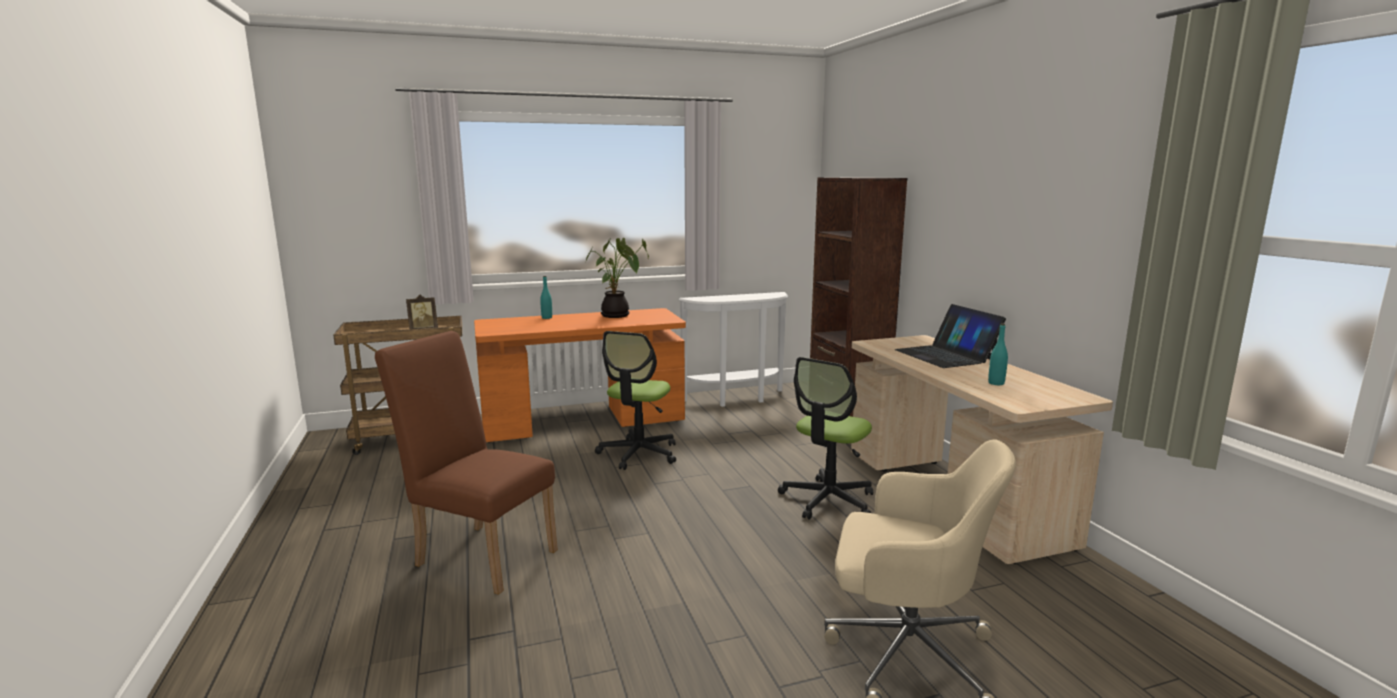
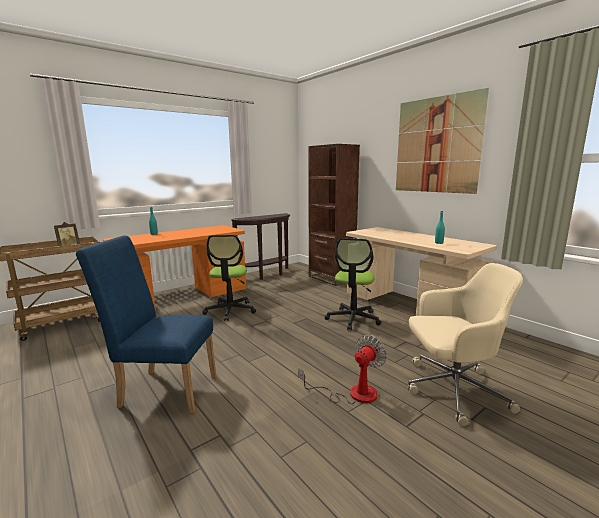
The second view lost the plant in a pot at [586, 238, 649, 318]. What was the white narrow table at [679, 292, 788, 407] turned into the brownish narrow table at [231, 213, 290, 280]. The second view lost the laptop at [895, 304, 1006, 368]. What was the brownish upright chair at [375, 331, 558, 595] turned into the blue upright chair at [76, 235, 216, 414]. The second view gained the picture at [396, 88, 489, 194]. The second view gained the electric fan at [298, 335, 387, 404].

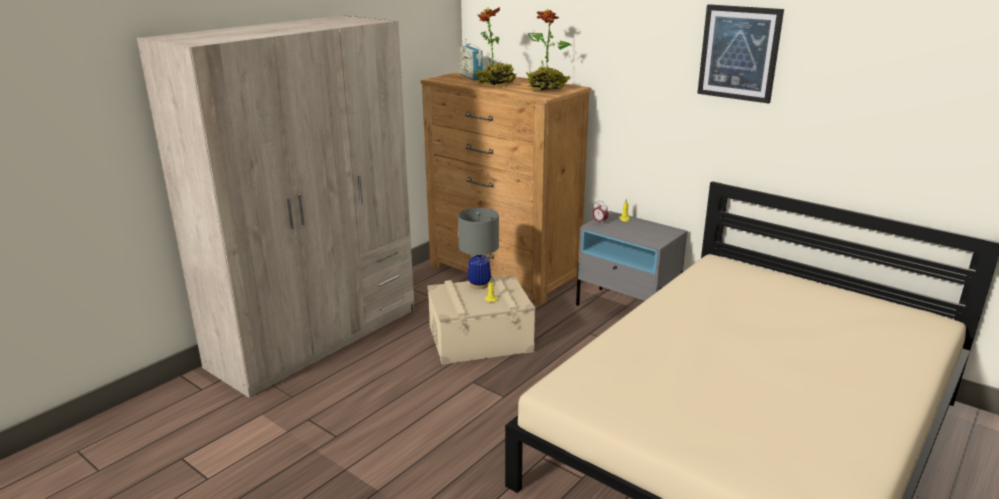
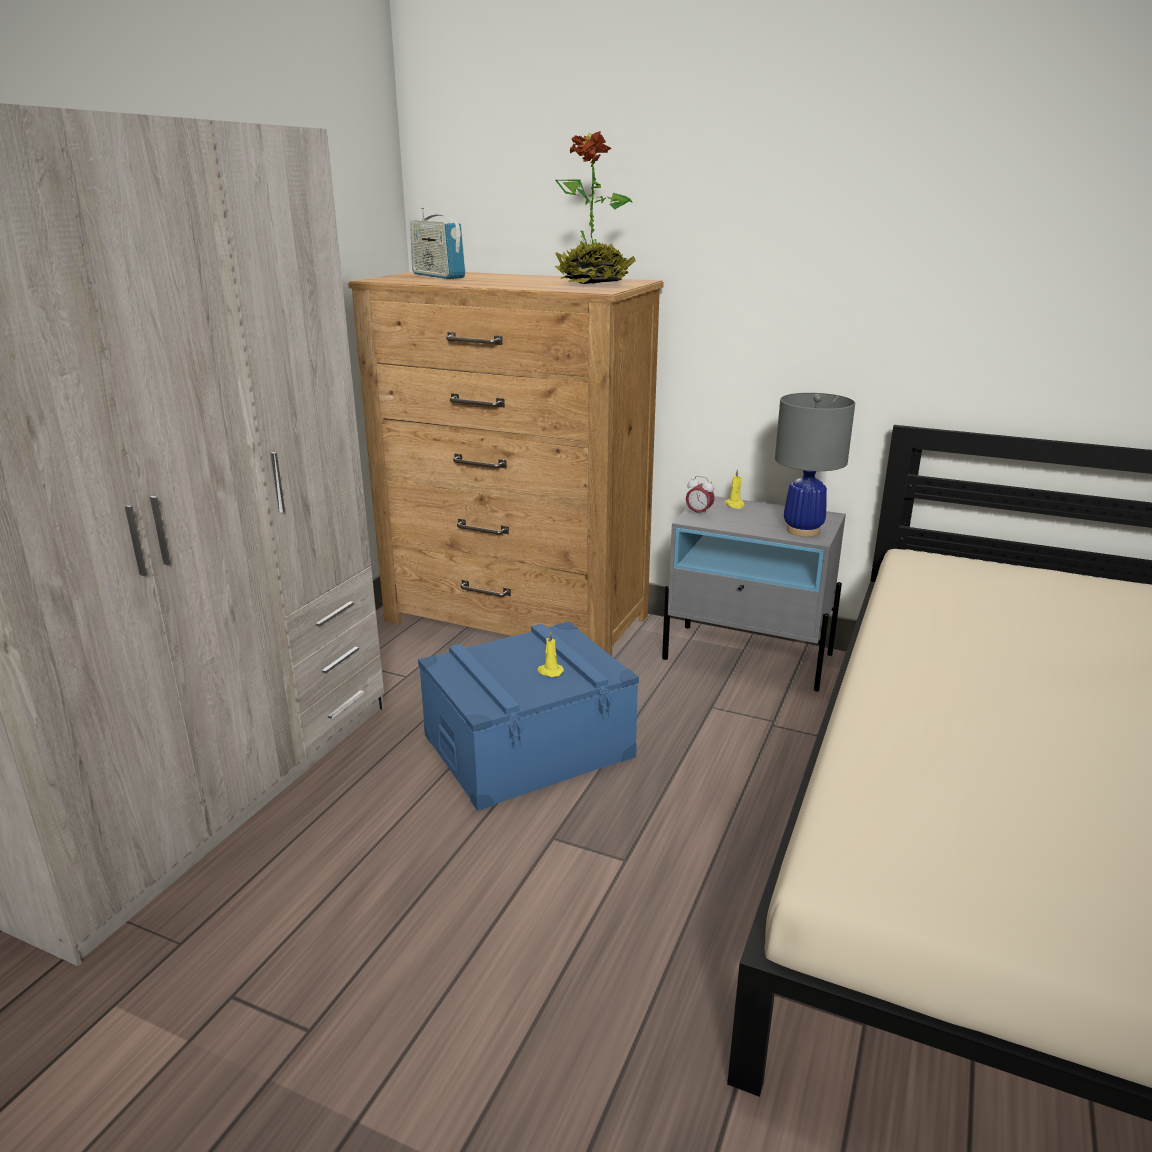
The second view lost the picture at [697, 4, 784, 103]. The second view lost the plant in a pot at [476, 7, 517, 86]. The gray tabletop lamp ended up elsewhere, having gone from [458, 208, 499, 289] to [775, 393, 855, 537]. What was the sand-coloured storage box at [427, 275, 535, 365] turned into the blue storage box at [418, 621, 639, 811].

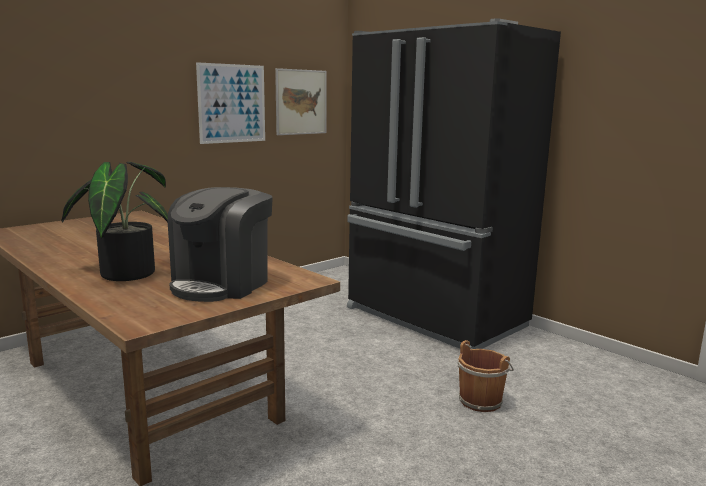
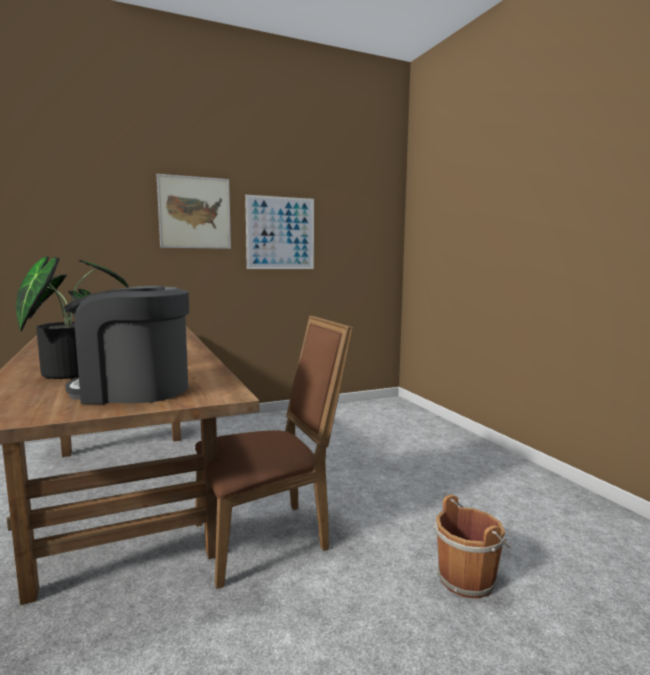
The second view lost the black-coloured fridge at [347, 19, 561, 349]. The picture ended up elsewhere, having gone from [275, 68, 327, 135] to [157, 174, 231, 249]. The coffee maker at [168, 187, 273, 302] ended up facing another way, 45 degrees clockwise from before. The second view gained the brownish upright chair at [195, 316, 353, 589].

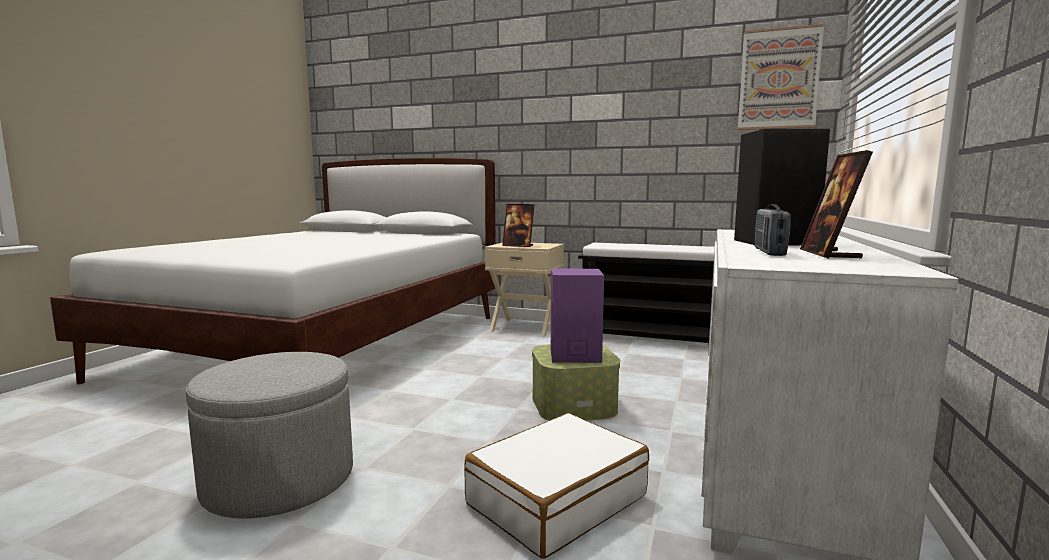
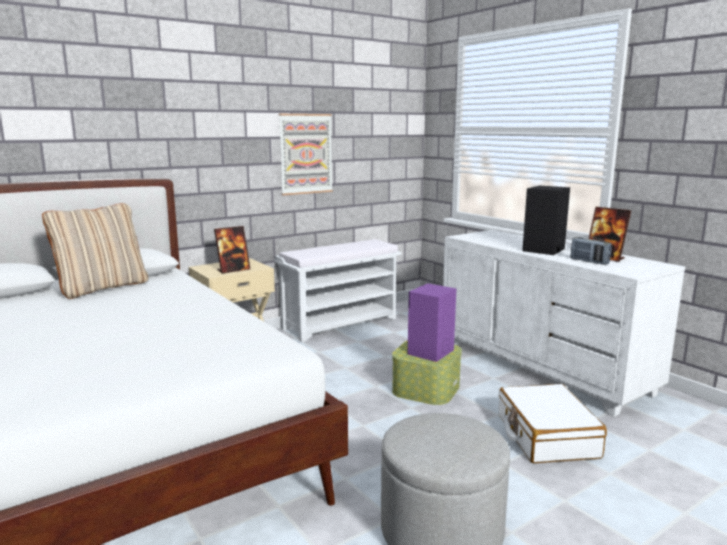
The picture ended up elsewhere, having gone from [738, 24, 824, 130] to [279, 114, 333, 195]. What was the black-coloured bench at [578, 243, 715, 346] turned into the white bench at [274, 239, 402, 342]. The second view gained the sand-coloured pillow at [42, 203, 149, 299].

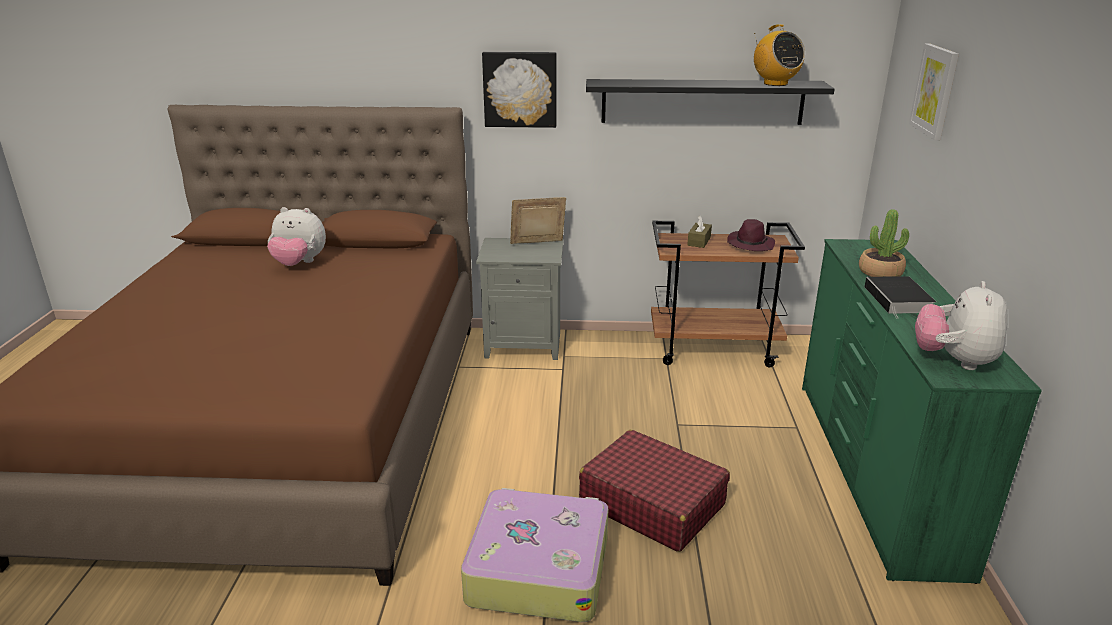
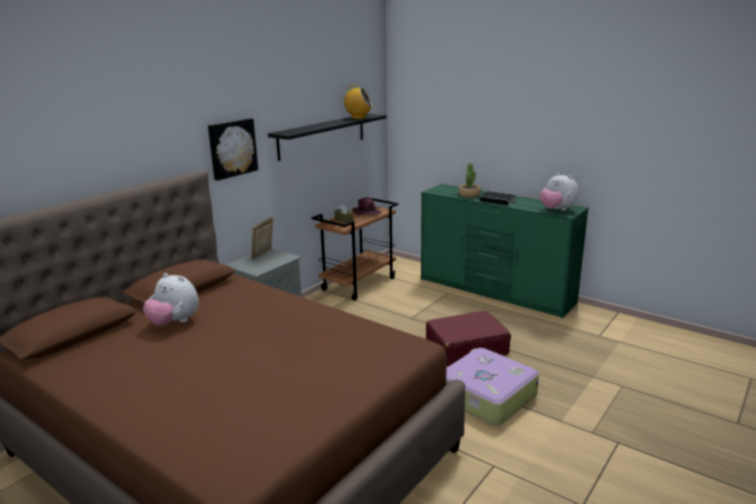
The second view lost the picture at [909, 44, 959, 140]. The plush toy at [267, 207, 326, 266] ended up facing another way, 75 degrees clockwise from before.

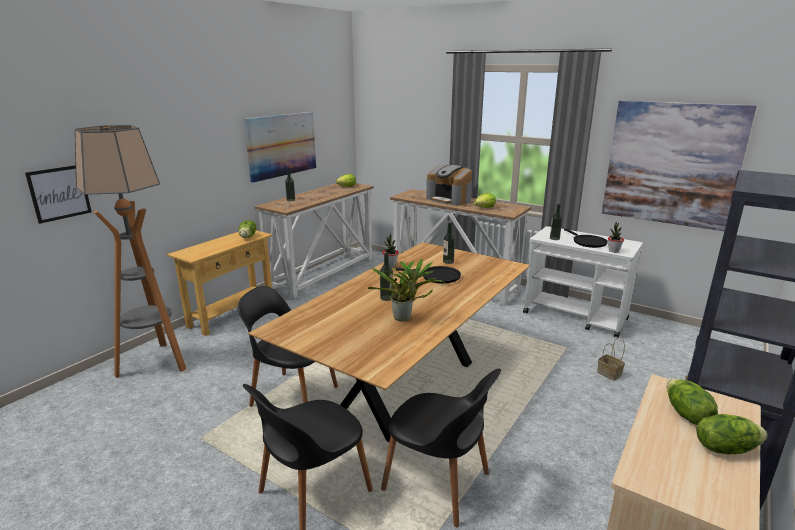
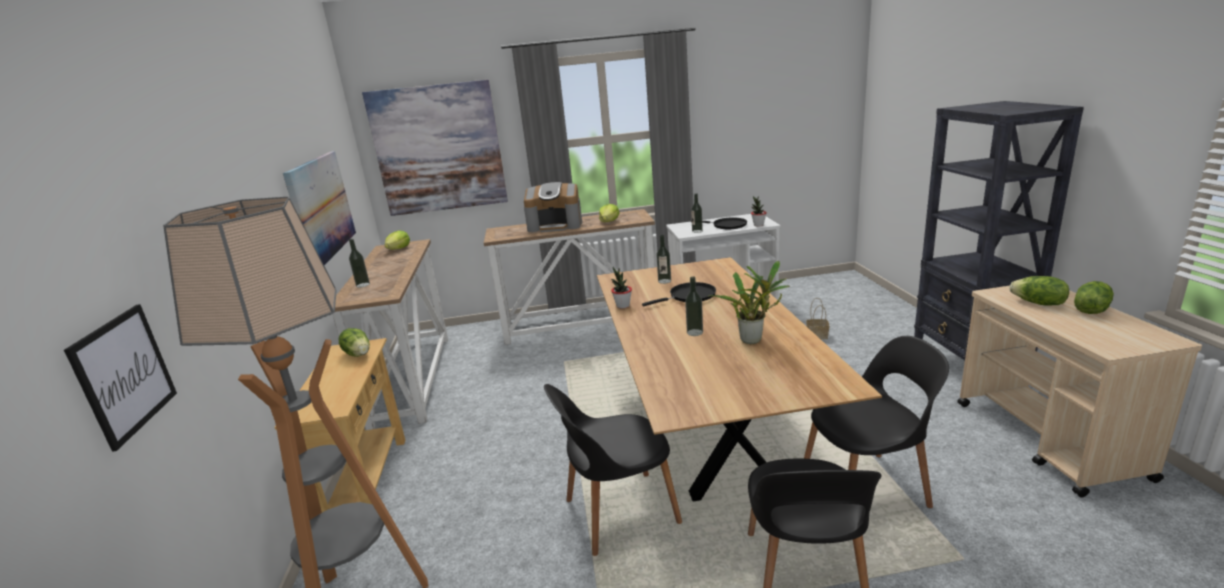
The picture ended up elsewhere, having gone from [602, 101, 757, 231] to [362, 80, 508, 216].

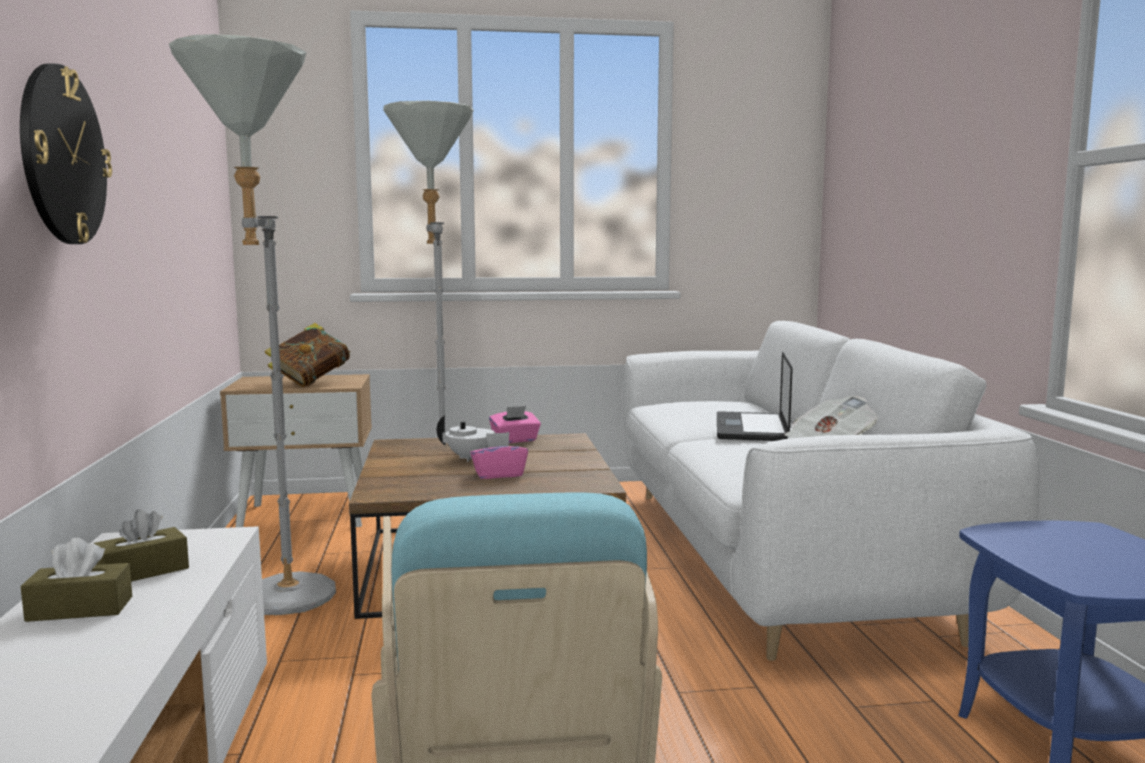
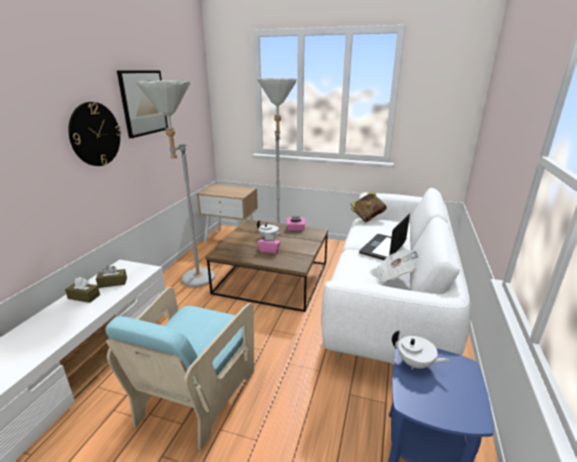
The book ended up elsewhere, having gone from [265, 323, 350, 387] to [351, 191, 387, 222]. The second view gained the picture at [117, 70, 168, 138]. The second view gained the white pot for tea at [392, 330, 449, 370].

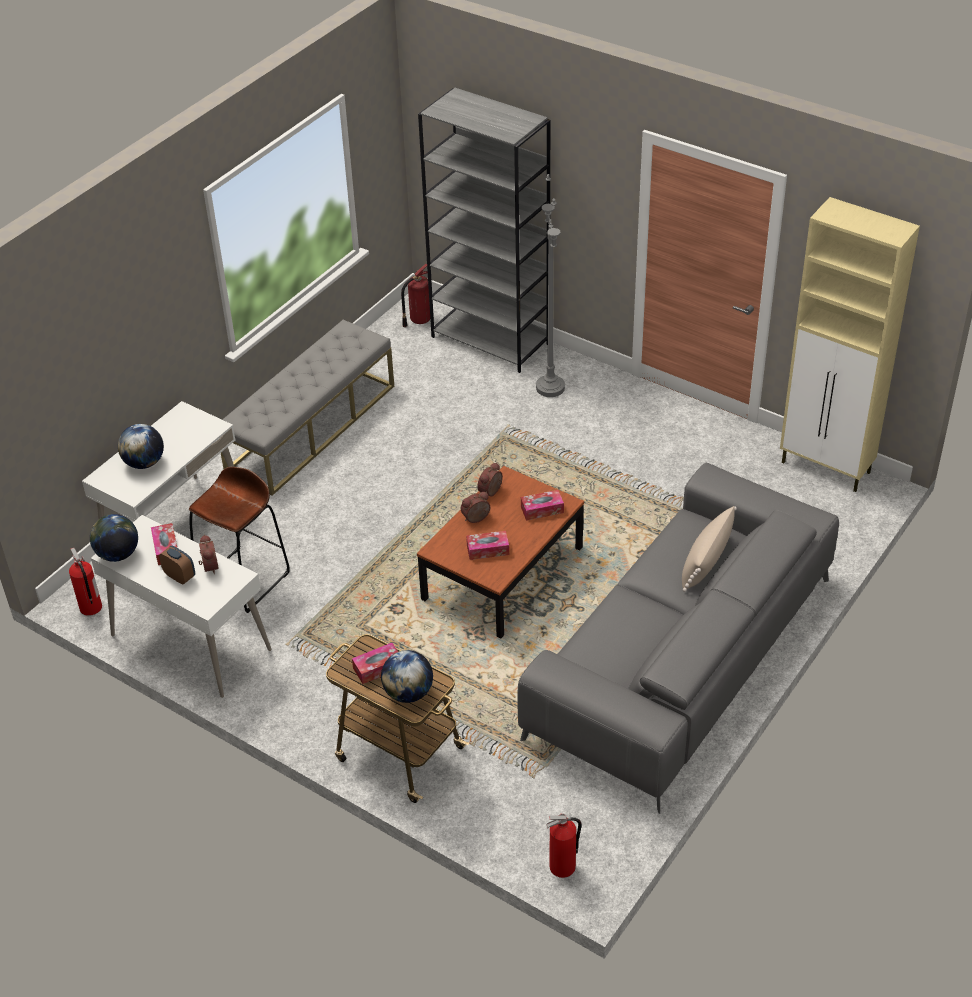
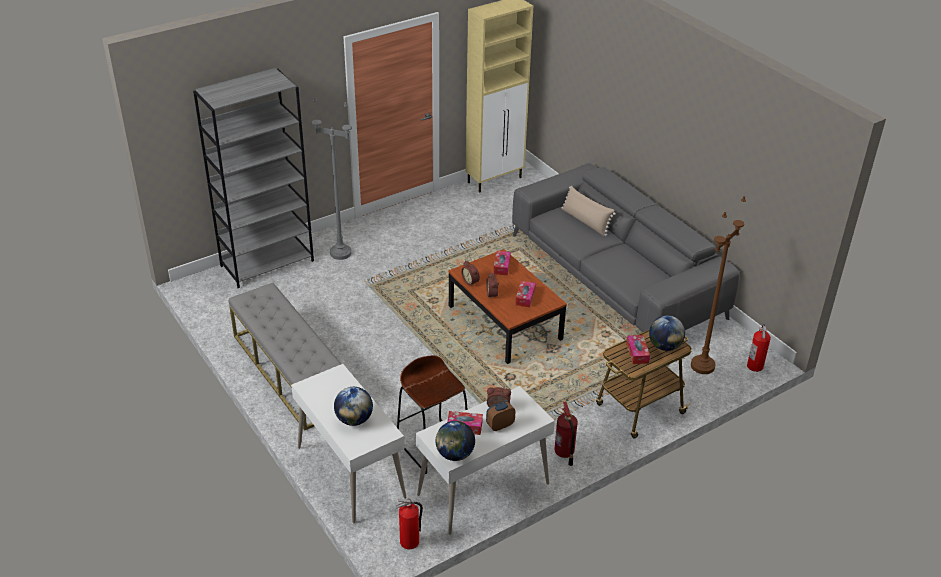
The fire extinguisher ended up elsewhere, having gone from [401, 264, 430, 327] to [555, 402, 578, 466]. The second view gained the brownish standing lamp at [691, 196, 746, 374].

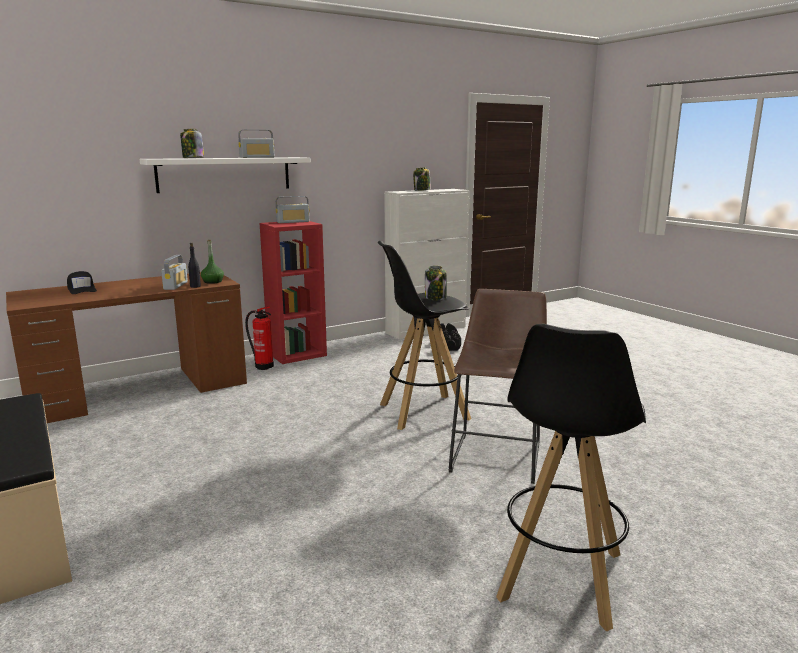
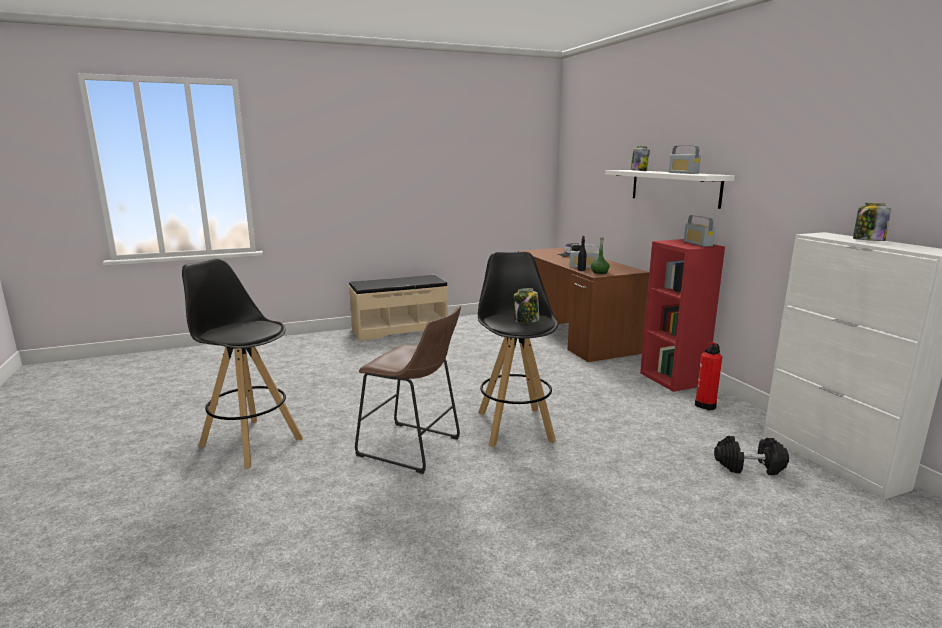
The fire extinguisher ended up elsewhere, having gone from [245, 306, 274, 370] to [695, 342, 722, 410].

